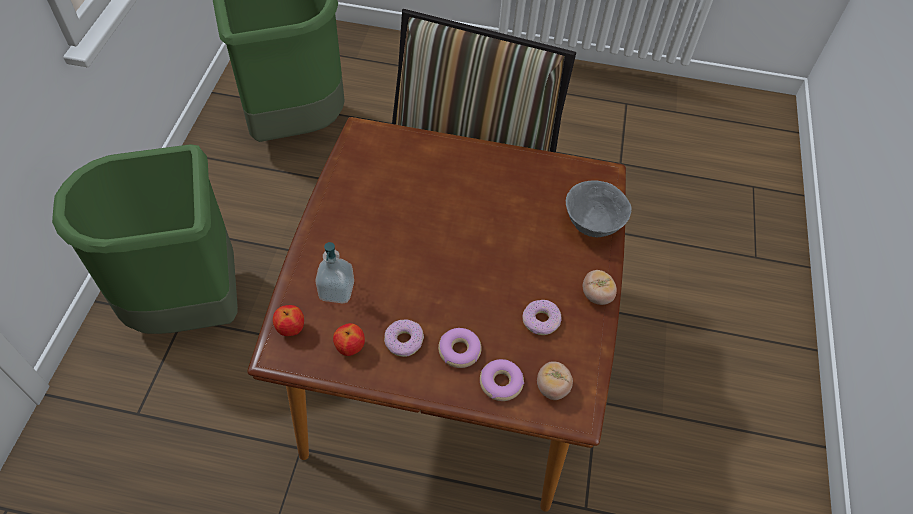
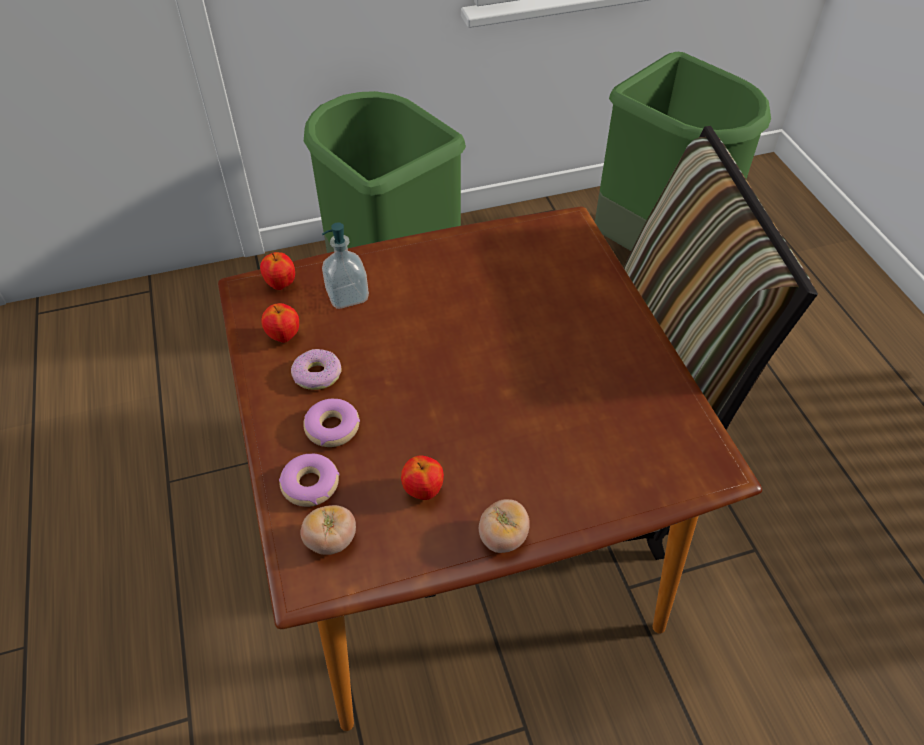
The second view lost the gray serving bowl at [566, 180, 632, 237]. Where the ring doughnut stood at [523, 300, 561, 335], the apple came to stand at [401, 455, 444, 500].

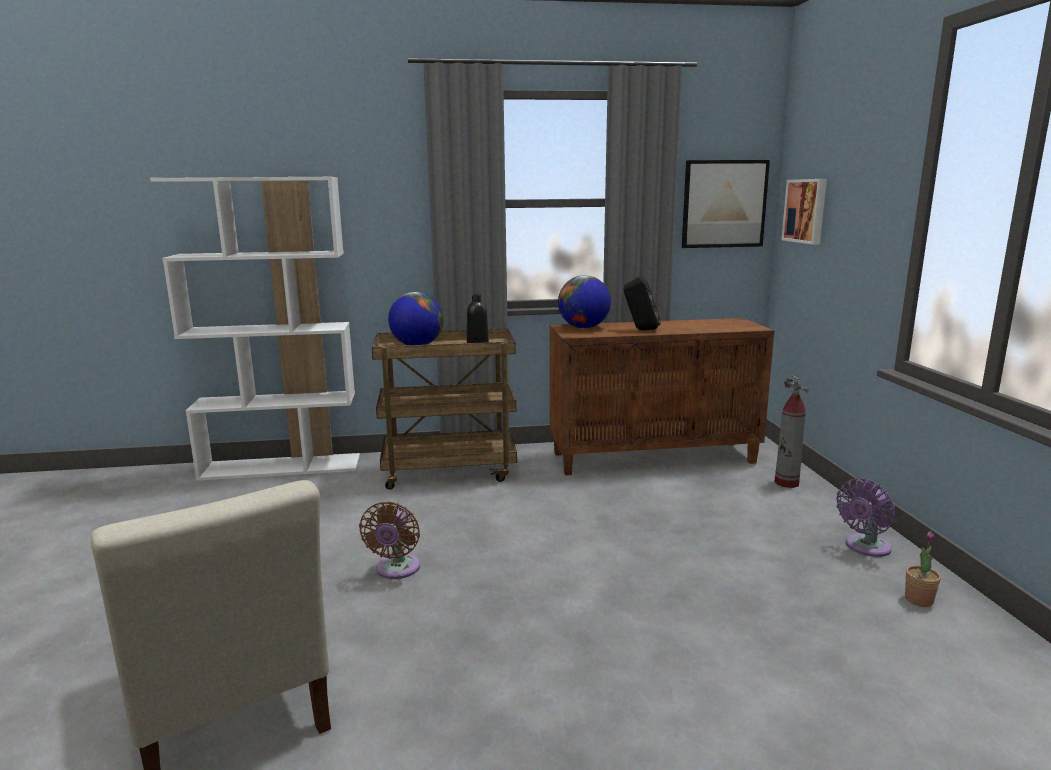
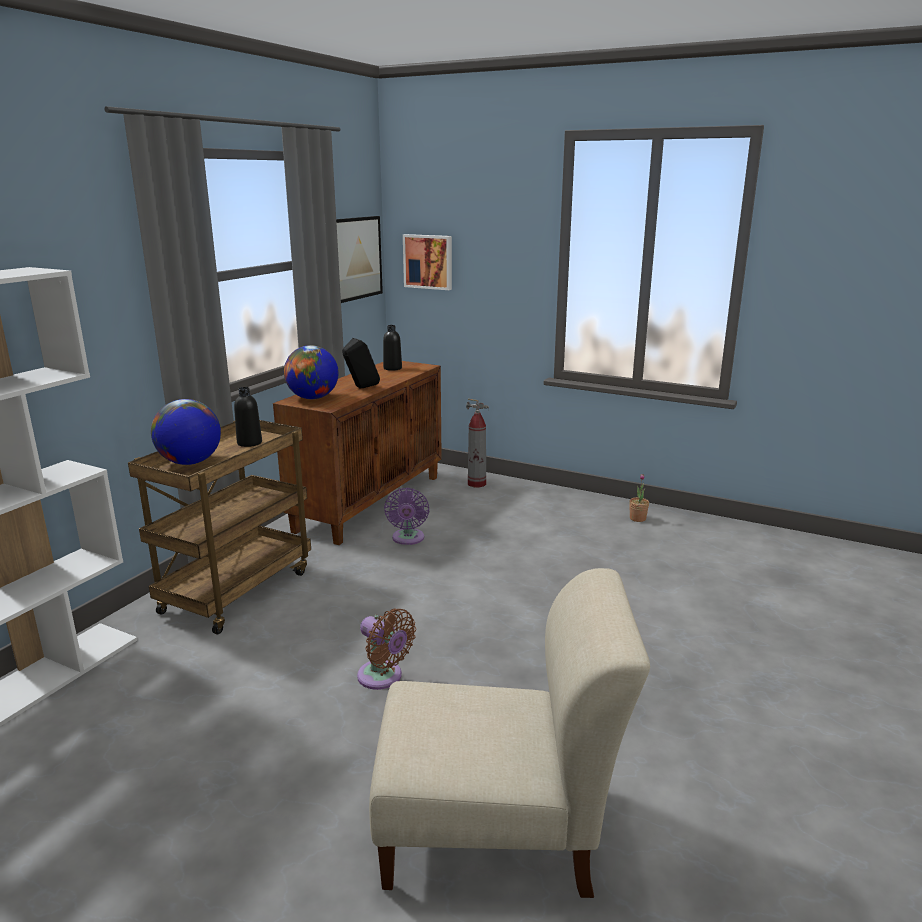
The purple-coloured electric fan ended up elsewhere, having gone from [836, 478, 895, 557] to [384, 488, 429, 545]. The second view gained the black-coloured drink bottle at [383, 325, 402, 371].

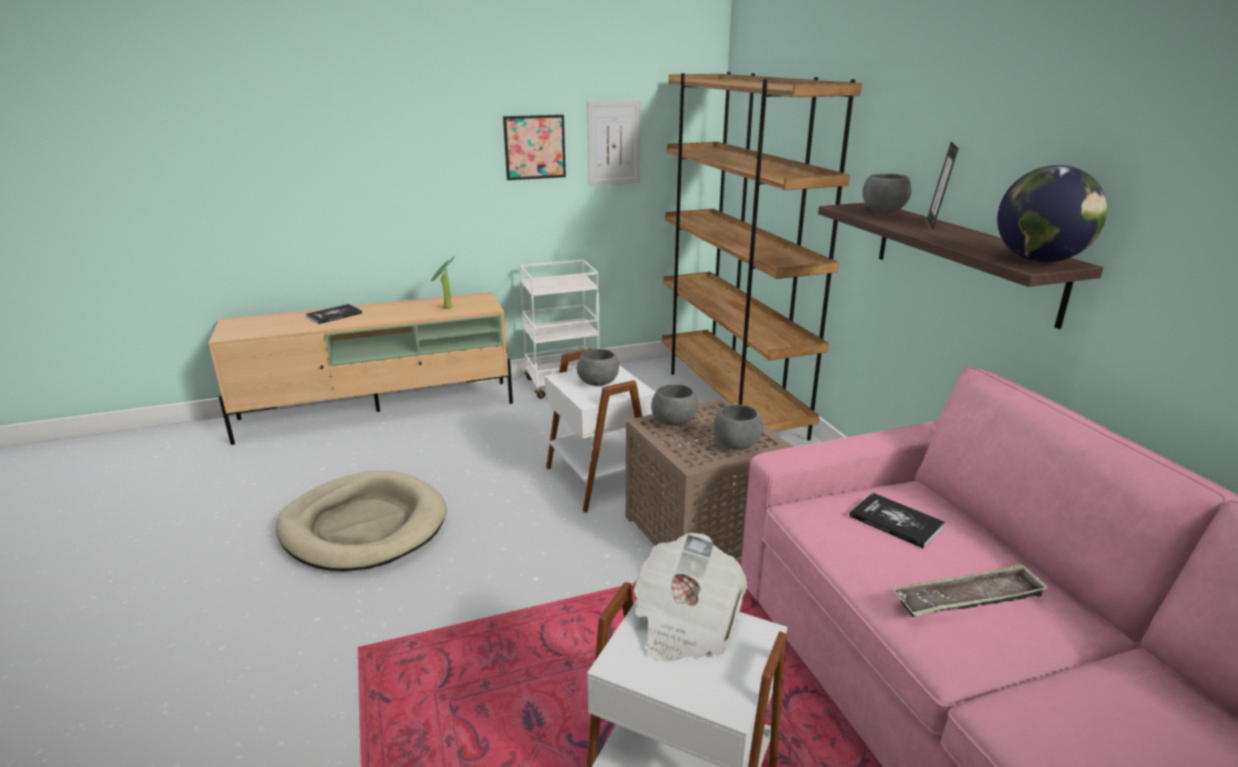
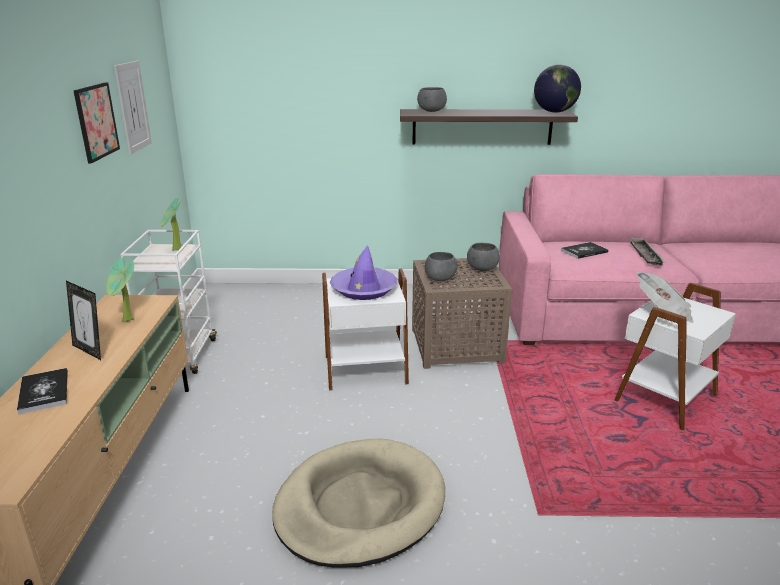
The second view lost the brownish bookshelf at [662, 72, 862, 440]. The picture frame ended up elsewhere, having gone from [927, 142, 959, 230] to [66, 281, 101, 360]. Where the gray serving bowl stood at [577, 349, 619, 386], the purple-coloured clothing hat came to stand at [330, 245, 398, 300]. The second view gained the plant in a pot at [160, 198, 182, 251].

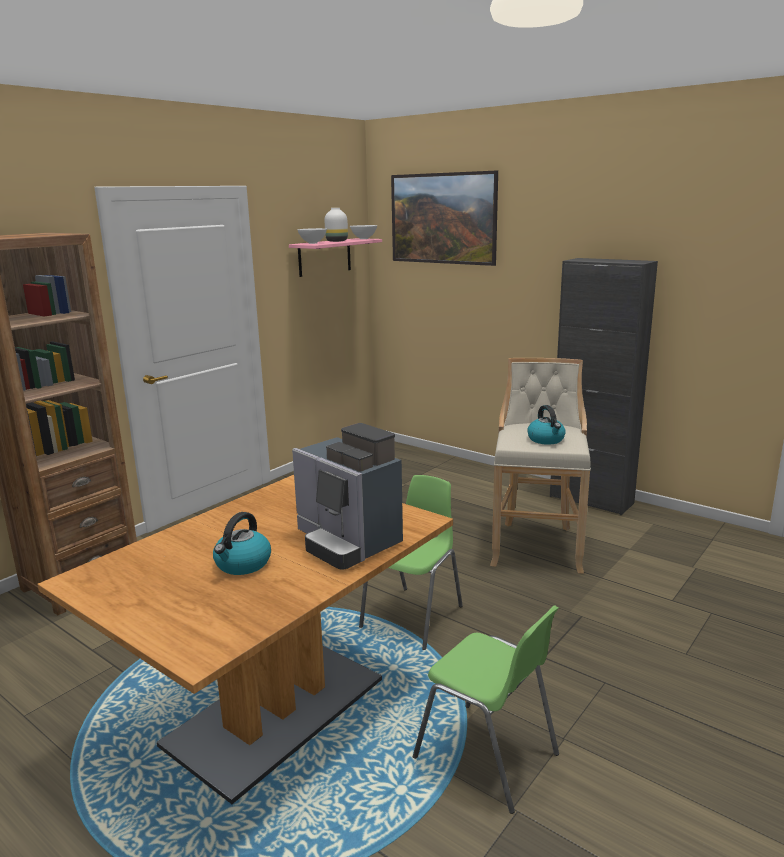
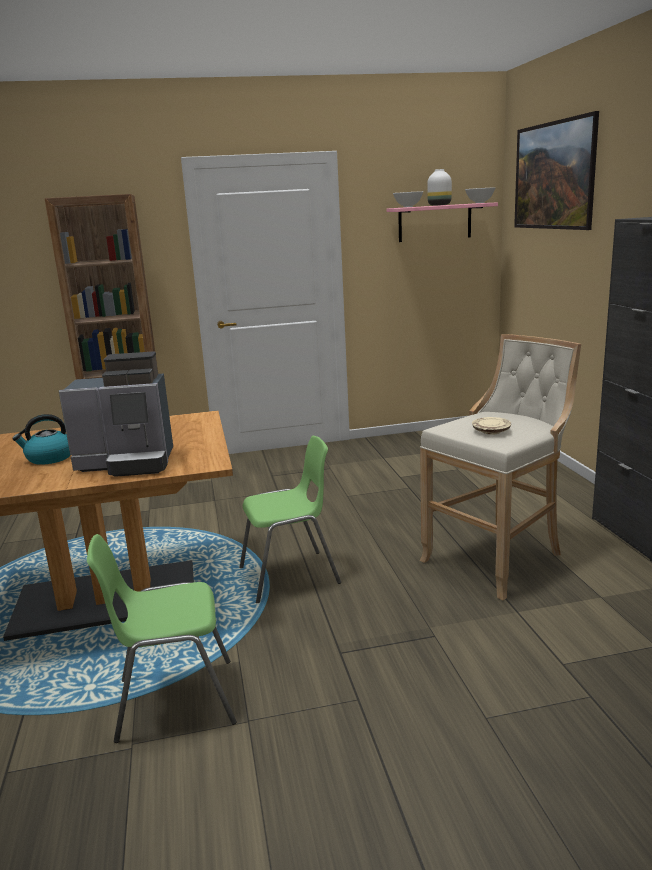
Where the water kettle stood at [527, 405, 566, 444], the sand-coloured flat dish came to stand at [472, 417, 511, 435]. The coffee maker at [292, 423, 403, 570] ended up facing another way, 90 degrees counterclockwise from before. The greenish upright chair at [413, 606, 559, 814] ended up facing another way, 90 degrees clockwise from before.

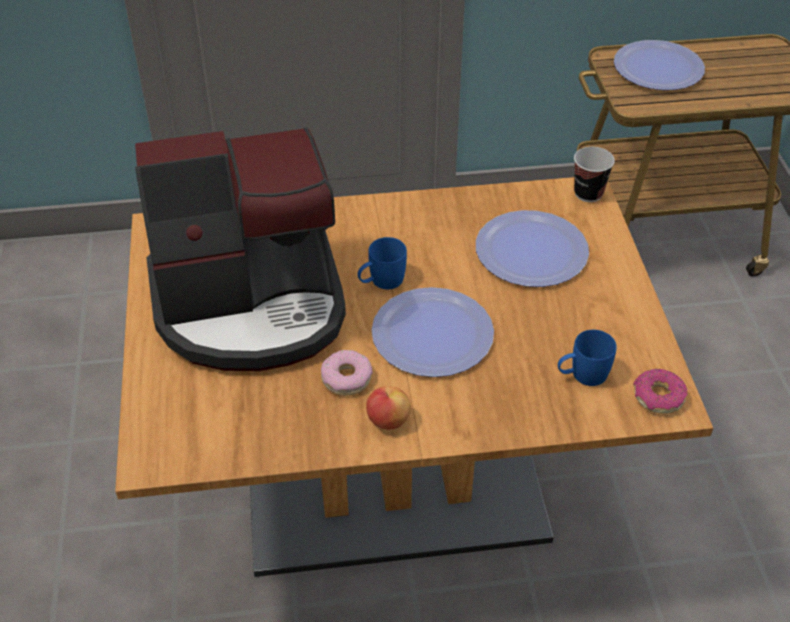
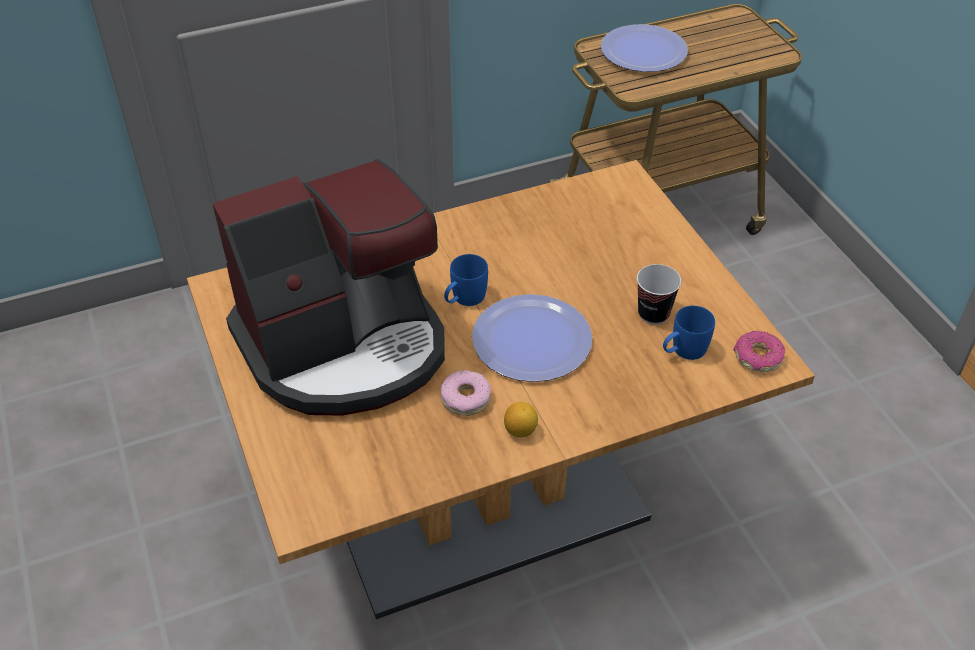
The drinking cup ended up elsewhere, having gone from [574, 147, 615, 202] to [637, 264, 681, 325]. The second view lost the flat dish at [476, 210, 589, 287]. Where the apple stood at [366, 386, 411, 429], the lemon came to stand at [504, 402, 538, 437].

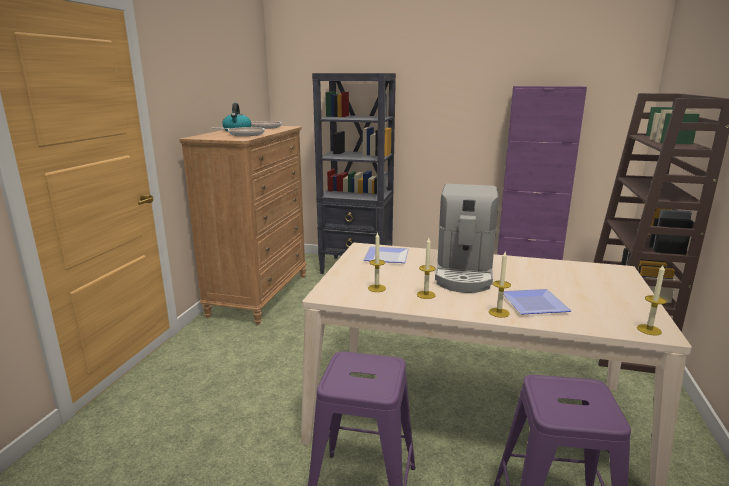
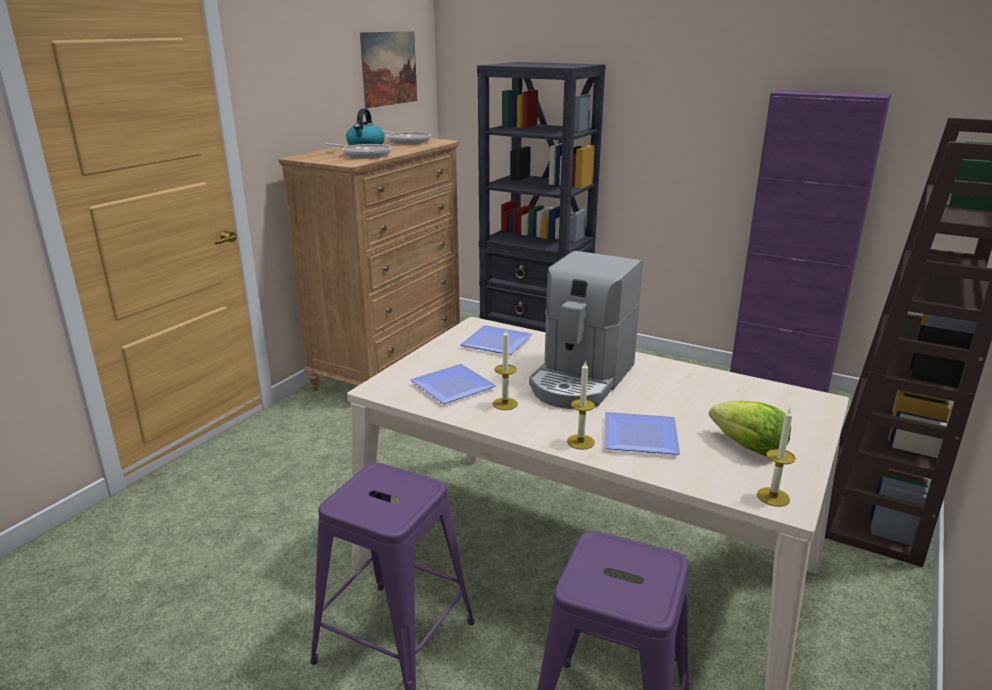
Where the wax candle stood at [368, 232, 386, 292], the flat dish came to stand at [410, 364, 496, 404]. The second view gained the picture at [360, 31, 417, 108]. The second view gained the head of lettuce at [709, 401, 791, 456].

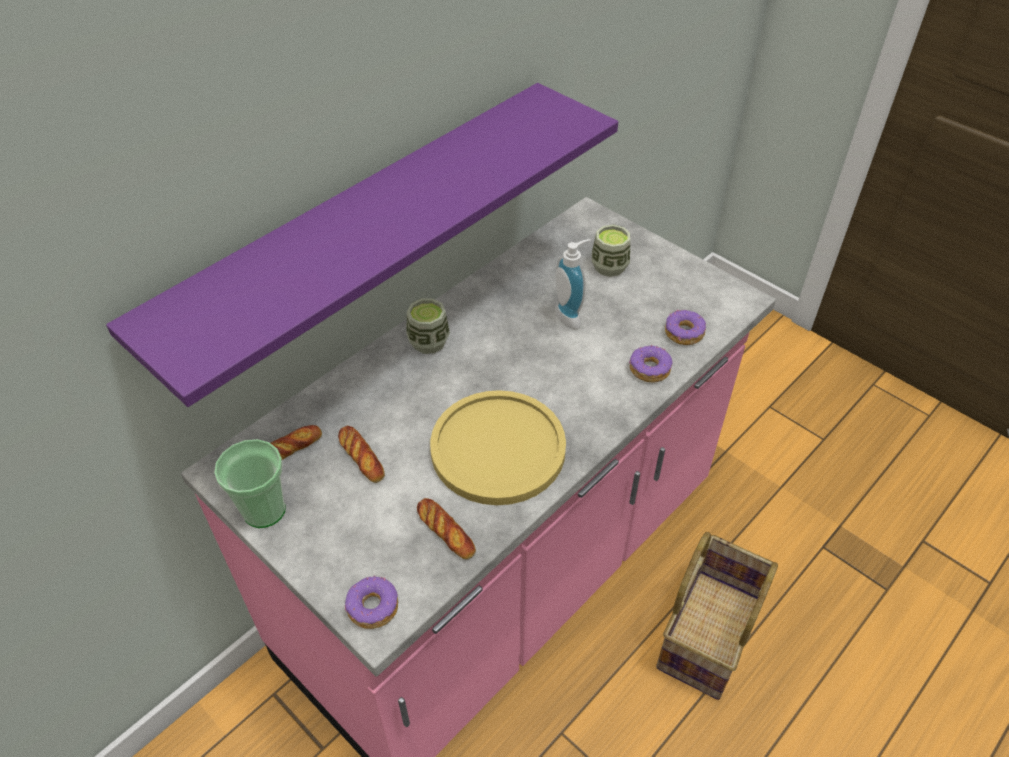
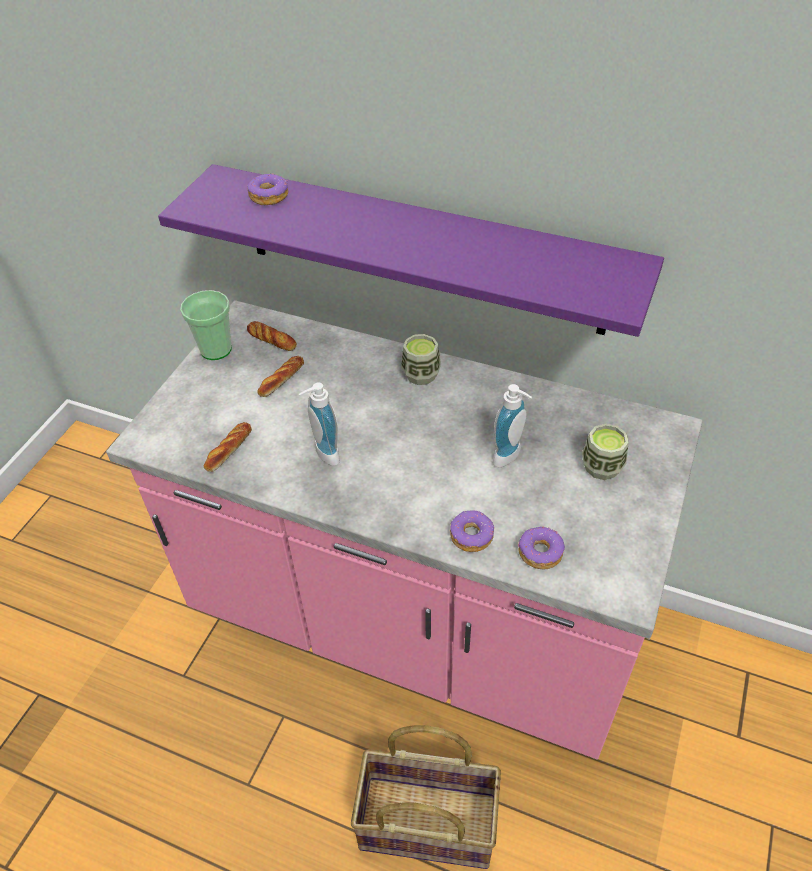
Where the yellow-coloured flat dish stood at [430, 390, 566, 505], the soap bottle came to stand at [299, 382, 340, 466]. The ring doughnut ended up elsewhere, having gone from [345, 575, 398, 629] to [247, 173, 288, 205].

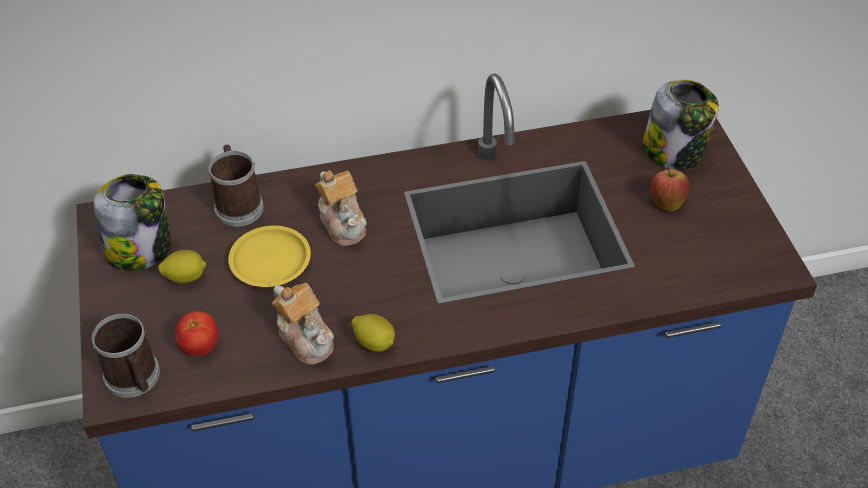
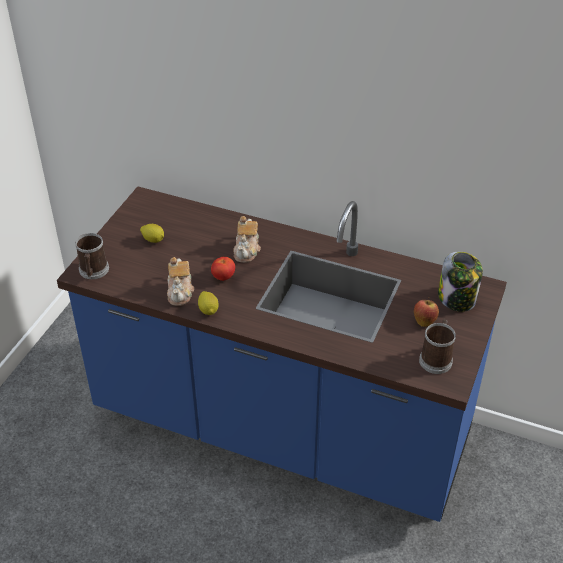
The tea mug ended up elsewhere, having gone from [208, 144, 264, 227] to [419, 319, 456, 374]. The second view lost the preserve jar at [94, 174, 171, 271]. The second view lost the yellow-coloured flat dish at [228, 226, 311, 287]. The tomato ended up elsewhere, having gone from [175, 311, 218, 356] to [211, 257, 235, 281].

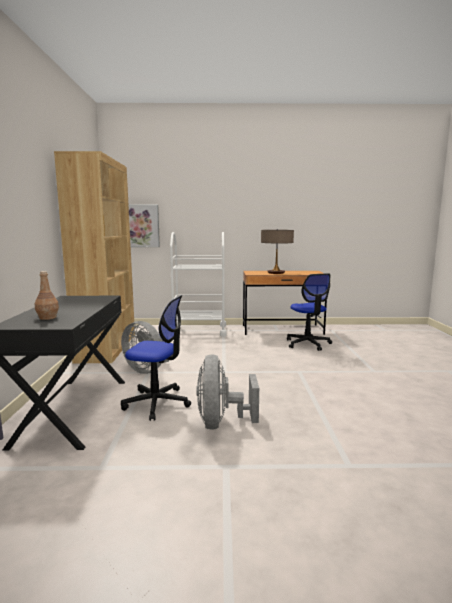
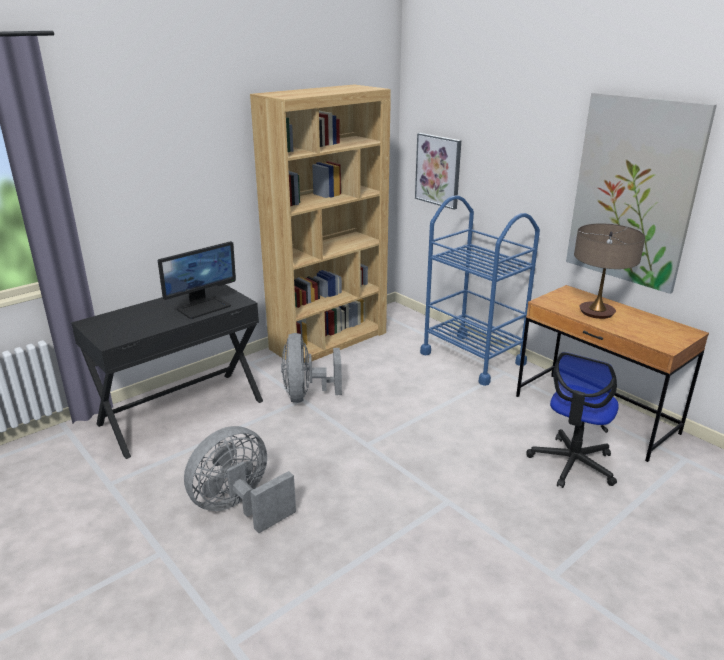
What was the white cart at [170, 232, 227, 337] turned into the blue cart at [420, 195, 540, 386]. The second view lost the brownish drink bottle at [35, 271, 59, 320]. The second view lost the office chair at [121, 295, 191, 421]. The second view gained the picture at [566, 92, 717, 294]. The second view gained the computer screen at [158, 241, 236, 319].

